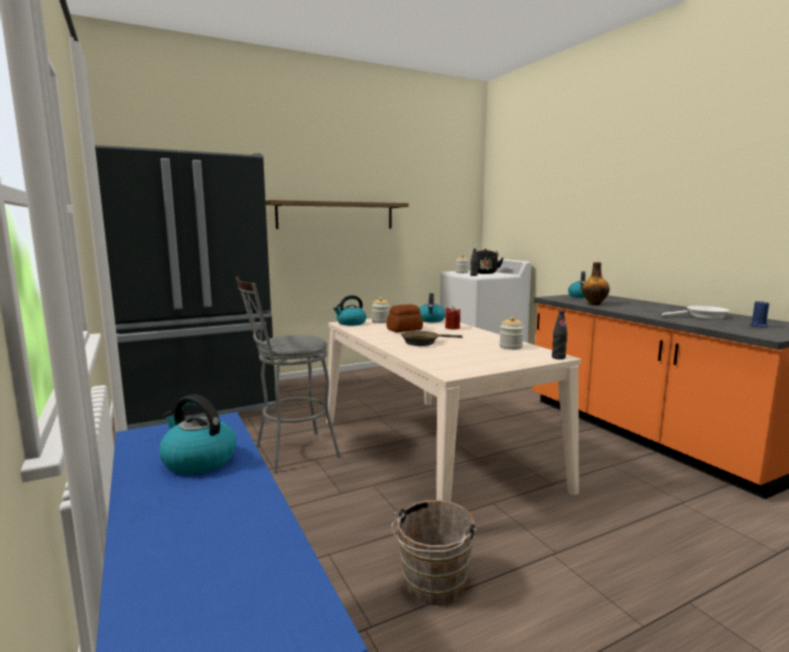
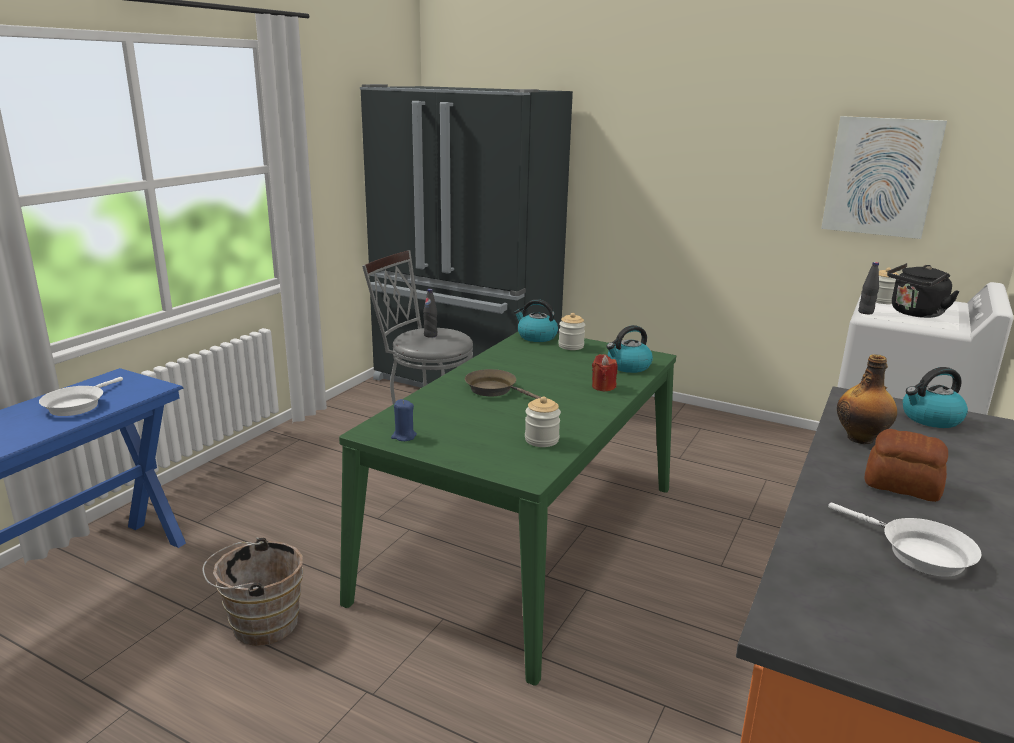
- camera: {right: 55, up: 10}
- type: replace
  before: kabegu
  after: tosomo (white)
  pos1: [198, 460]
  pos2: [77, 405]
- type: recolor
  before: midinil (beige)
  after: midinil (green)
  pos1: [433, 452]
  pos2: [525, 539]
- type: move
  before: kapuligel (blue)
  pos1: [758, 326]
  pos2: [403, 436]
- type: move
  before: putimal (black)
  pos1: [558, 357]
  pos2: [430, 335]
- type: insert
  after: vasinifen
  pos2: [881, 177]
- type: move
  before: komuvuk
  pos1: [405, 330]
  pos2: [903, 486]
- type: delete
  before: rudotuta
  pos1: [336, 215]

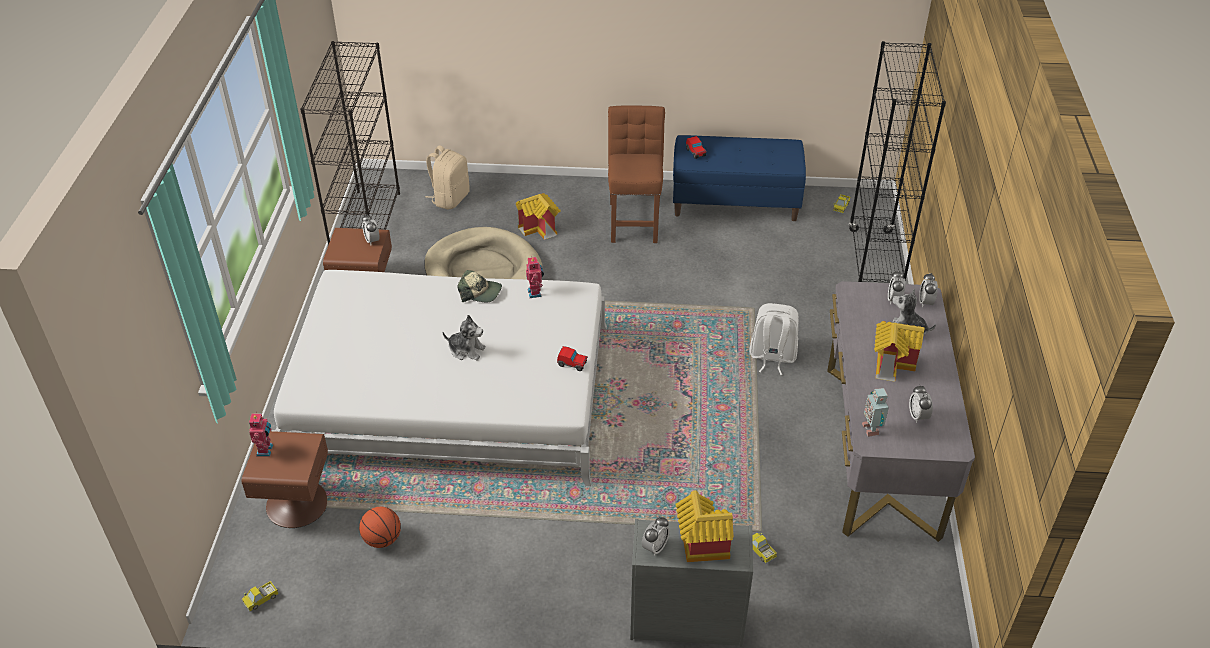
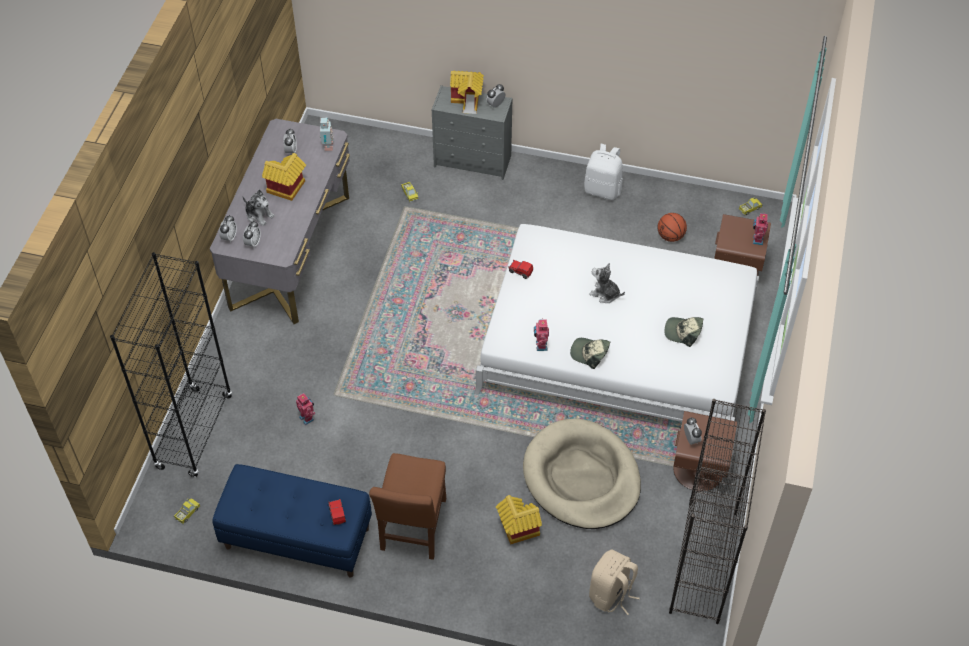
- camera: {right: -170, up: 10}
- type: insert
  after: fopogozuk
  pos2: [307, 418]
- type: move
  before: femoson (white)
  pos1: [772, 357]
  pos2: [603, 189]
- type: insert
  after: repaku
  pos2: [683, 332]

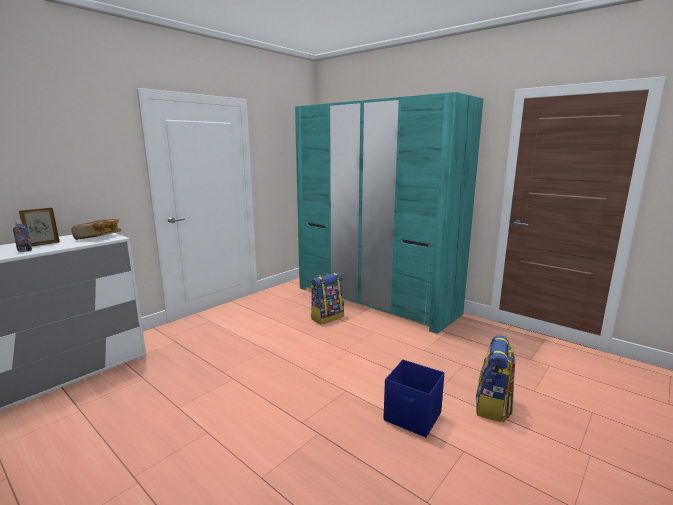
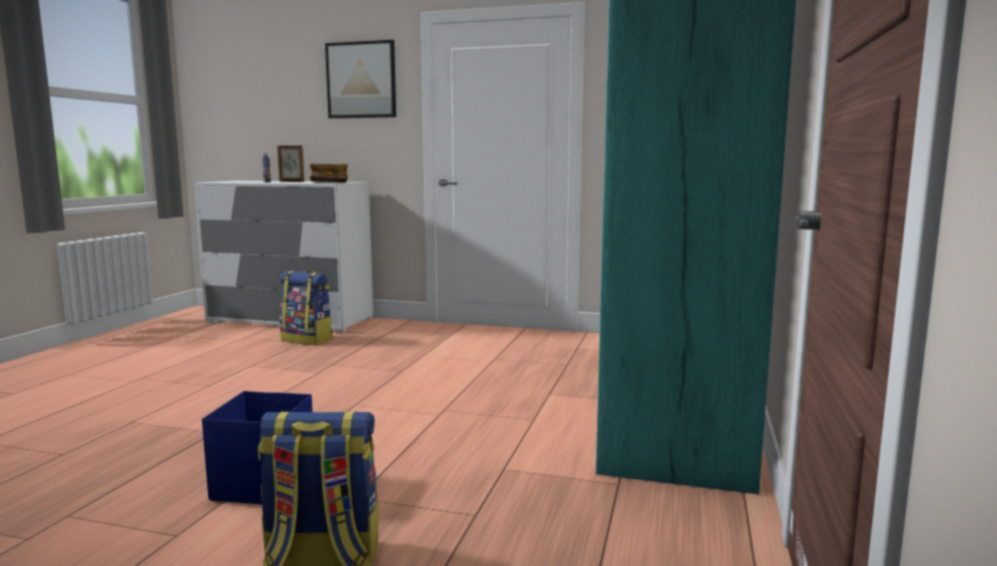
- camera: {right: 65, up: -5}
- type: move
  before: femoson
  pos1: [327, 317]
  pos2: [308, 340]
- type: insert
  after: vasinifen
  pos2: [361, 80]

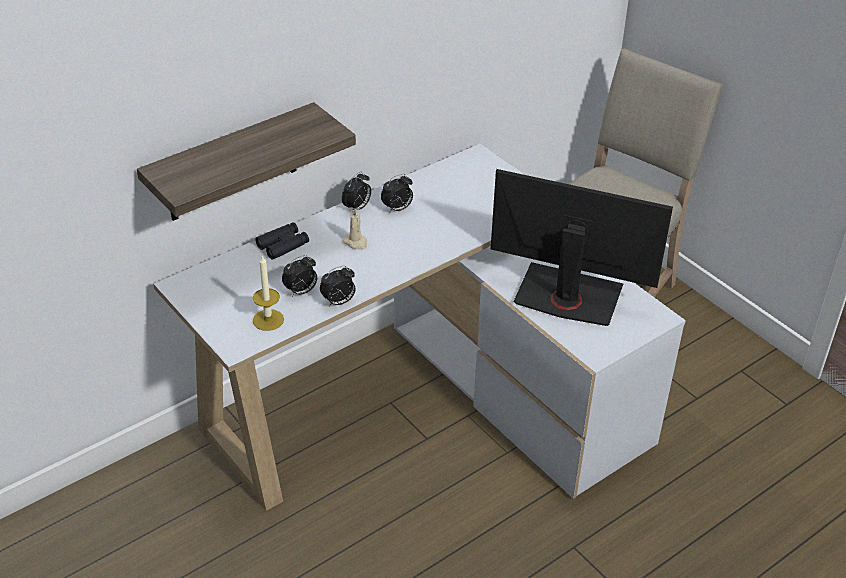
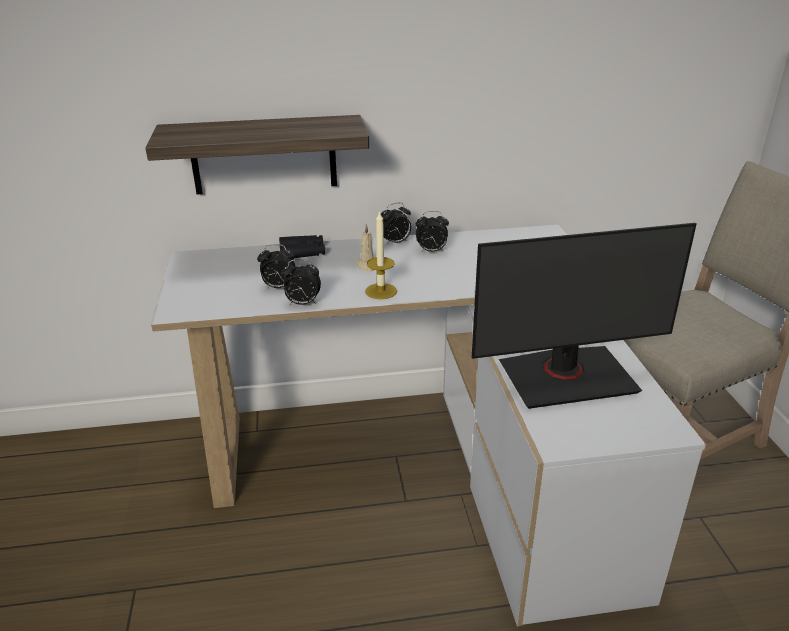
- camera: {right: 30, up: -10}
- type: move
  before: kapuligel
  pos1: [268, 320]
  pos2: [381, 291]
- type: rotate
  before: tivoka
  pos1: [567, 296]
  pos2: [566, 376]
  turn: 120

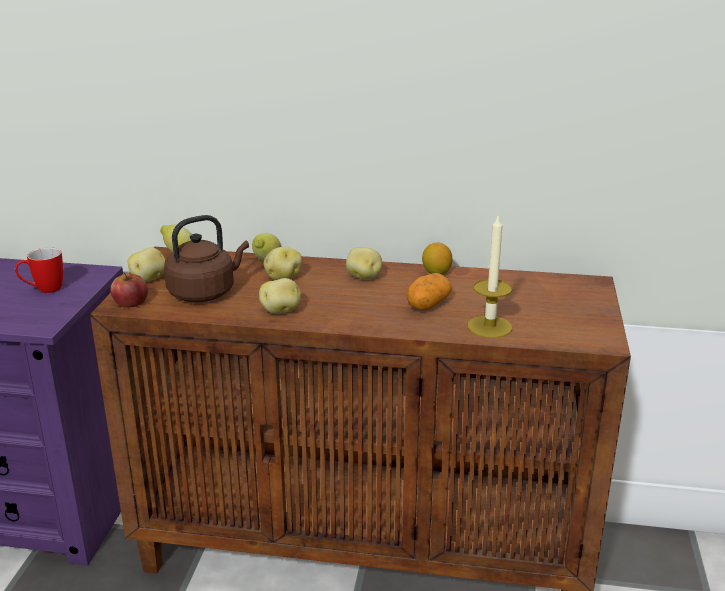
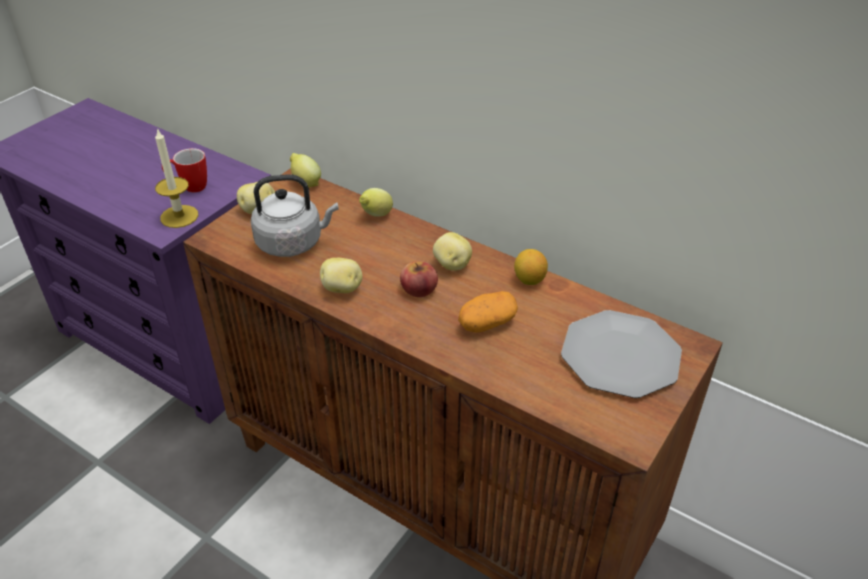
- camera: {right: 25, up: 15}
- type: move
  before: kapuligel
  pos1: [489, 327]
  pos2: [179, 216]
- type: recolor
  before: kabegu (brown)
  after: kabegu (grey)
  pos1: [205, 292]
  pos2: [293, 243]
- type: move
  before: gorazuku
  pos1: [130, 302]
  pos2: [419, 289]
- type: insert
  after: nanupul
  pos2: [620, 355]
- type: delete
  before: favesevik
  pos1: [282, 277]

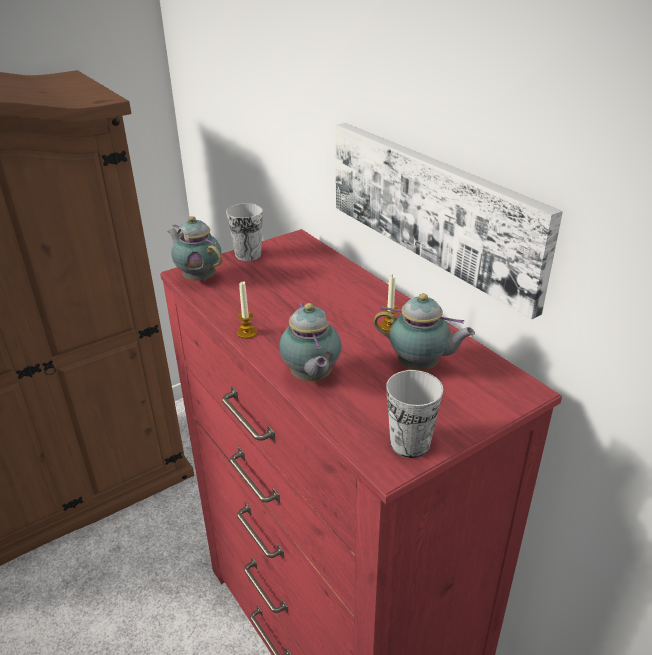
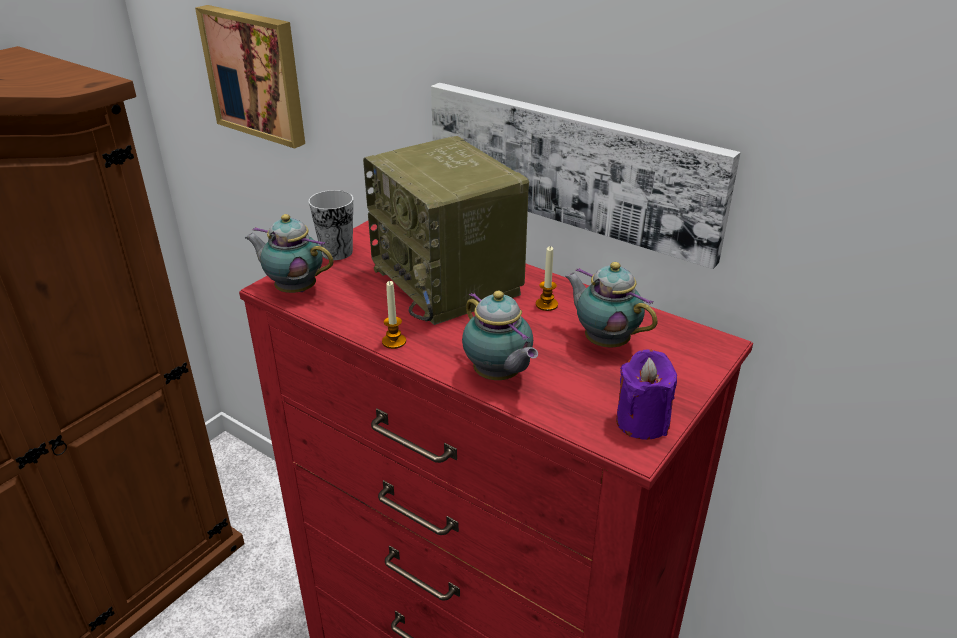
- camera: {right: -20, up: 0}
- type: insert
  after: vasinifen
  pos2: [256, 74]
- type: insert
  after: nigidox
  pos2: [449, 282]
- type: rotate
  before: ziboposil
  pos1: [420, 366]
  pos2: [604, 341]
  turn: -135
- type: replace
  before: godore
  after: kapuligel (purple)
  pos1: [410, 443]
  pos2: [642, 422]

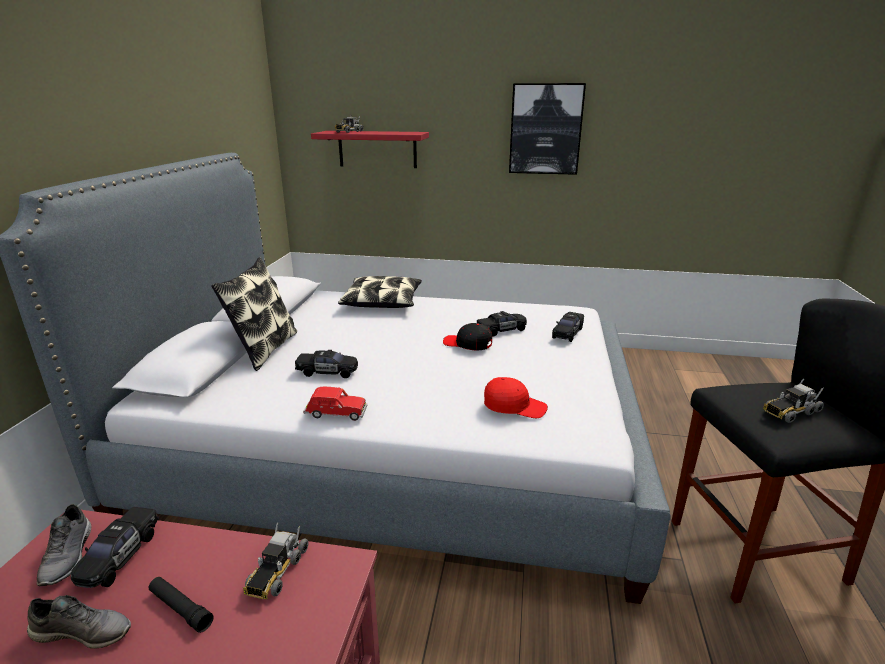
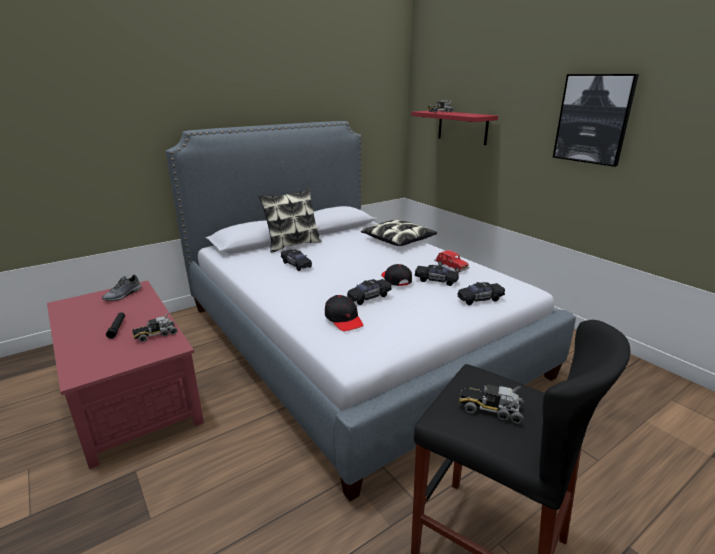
- camera: {right: 45, up: 0}
- type: recolor
  before: repaku (red)
  after: repaku (black)
  pos1: [514, 406]
  pos2: [344, 319]
- type: move
  before: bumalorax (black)
  pos1: [119, 556]
  pos2: [369, 297]
- type: move
  before: bumalorax (red)
  pos1: [336, 414]
  pos2: [451, 267]
- type: delete
  before: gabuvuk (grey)
  pos1: [84, 631]

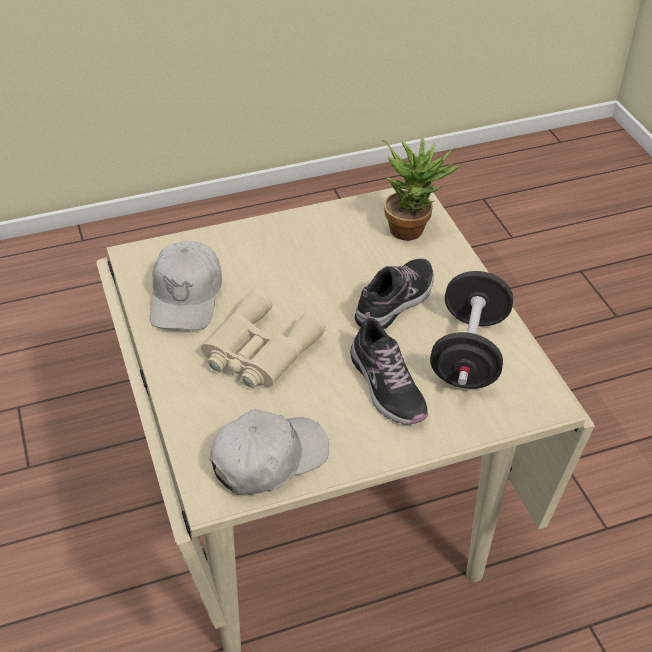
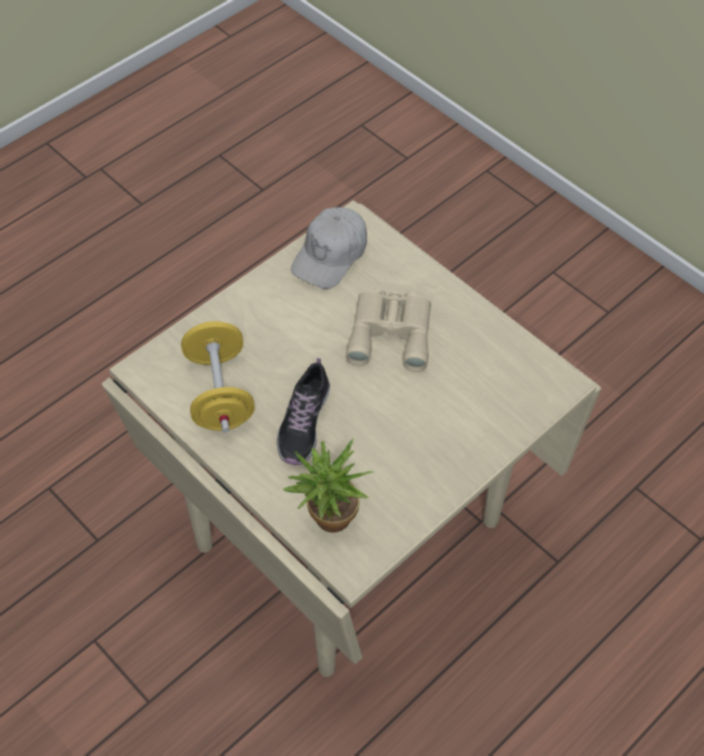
- camera: {right: 155, up: 10}
- type: recolor
  before: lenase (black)
  after: lenase (yellow)
  pos1: [469, 353]
  pos2: [219, 393]
- type: delete
  before: repaku (white)
  pos1: [186, 297]
- type: delete
  before: gabuvuk
  pos1: [386, 386]

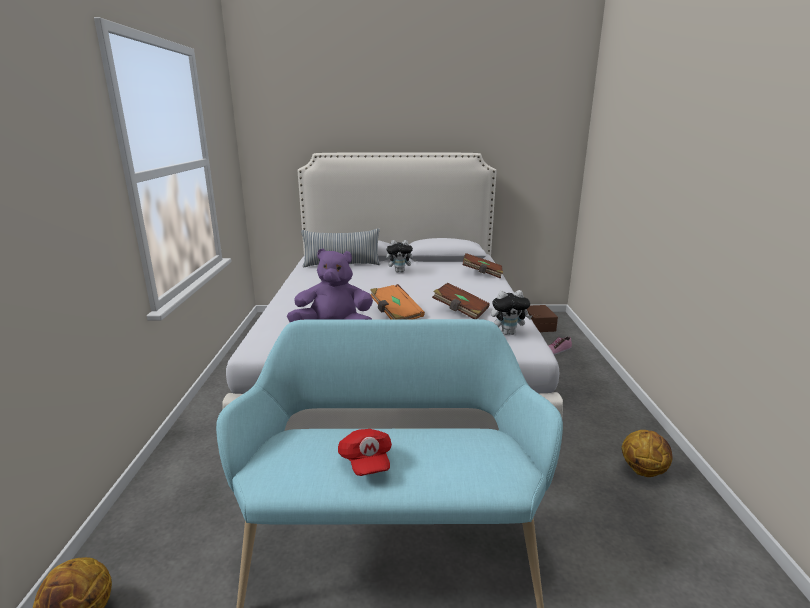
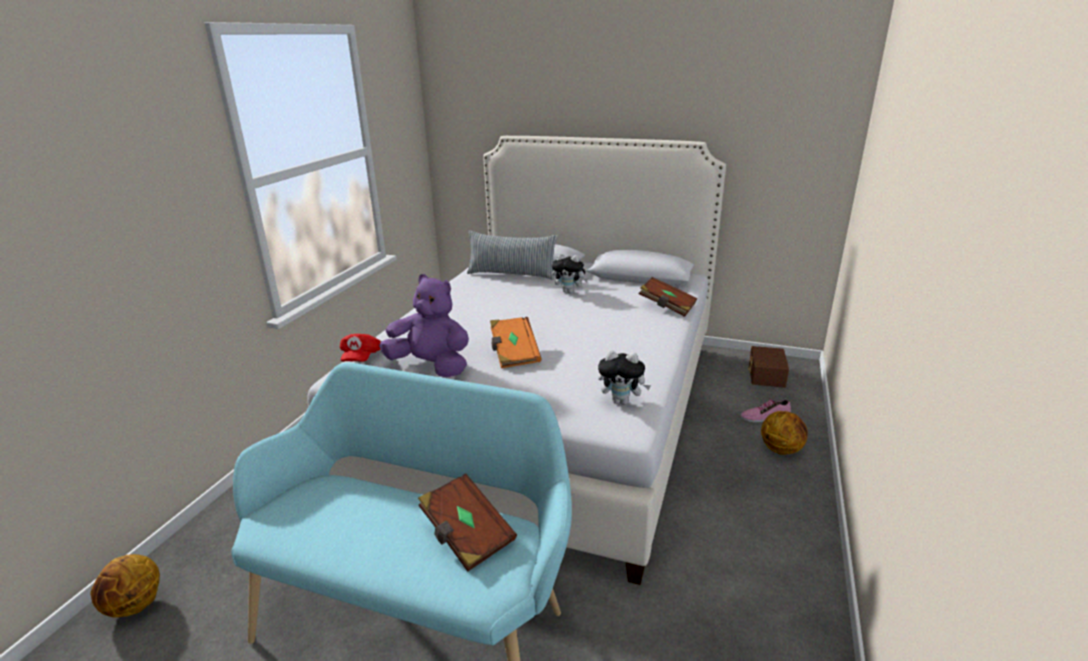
- camera: {right: 20, up: 5}
- type: move
  before: repaku (red)
  pos1: [366, 462]
  pos2: [361, 358]
- type: move
  before: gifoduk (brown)
  pos1: [460, 311]
  pos2: [466, 535]
- type: move
  before: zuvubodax
  pos1: [643, 470]
  pos2: [781, 449]

